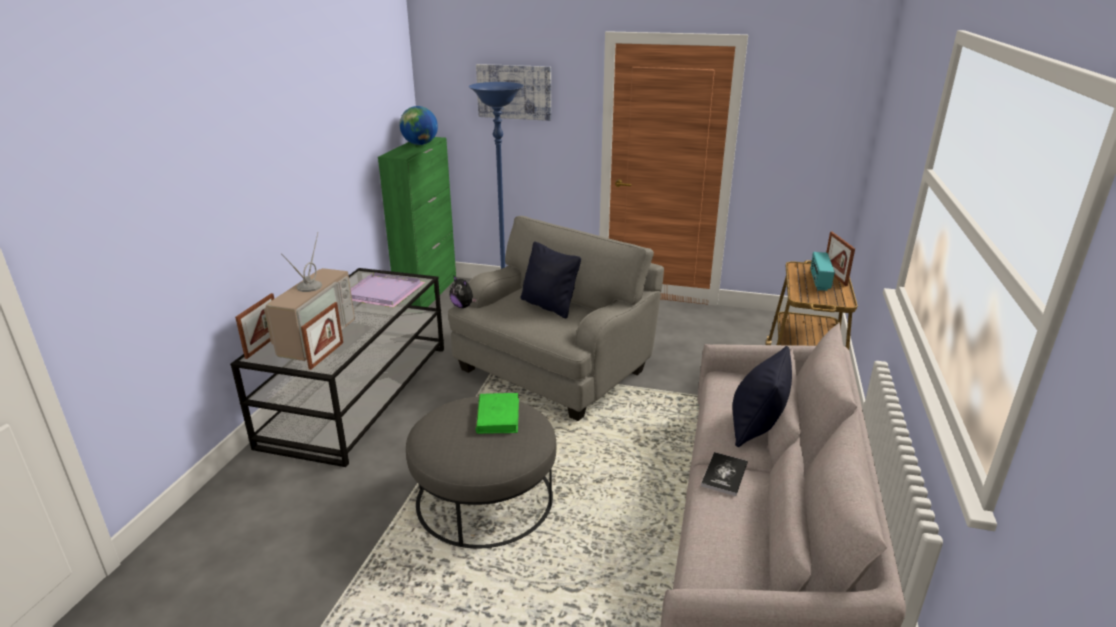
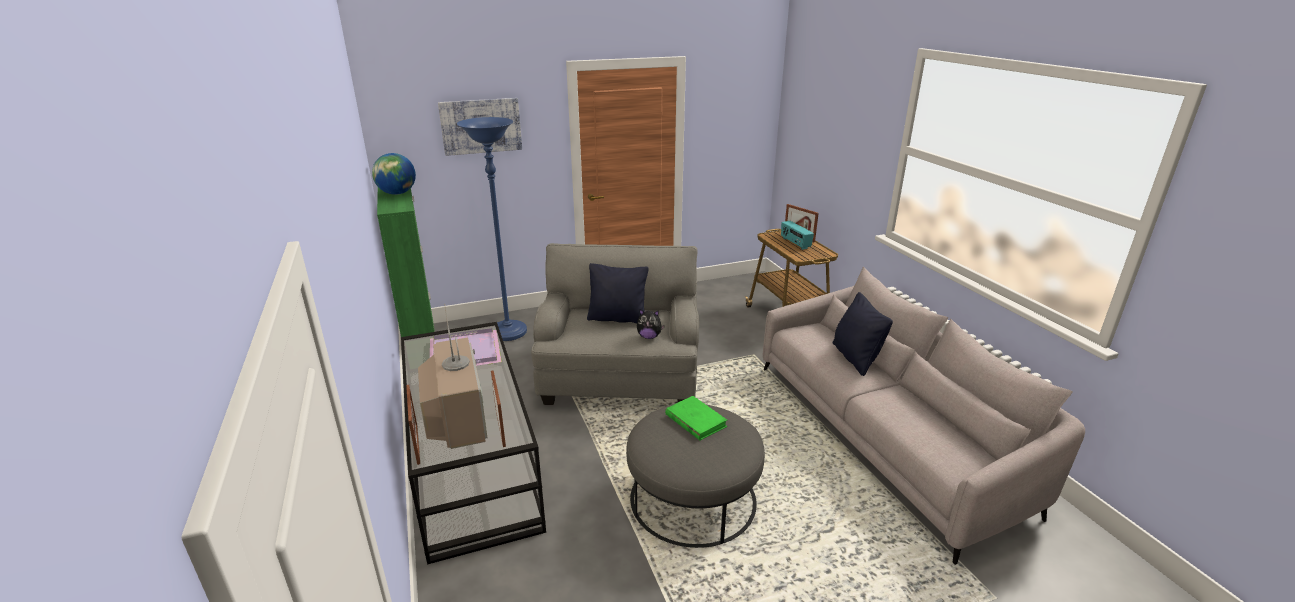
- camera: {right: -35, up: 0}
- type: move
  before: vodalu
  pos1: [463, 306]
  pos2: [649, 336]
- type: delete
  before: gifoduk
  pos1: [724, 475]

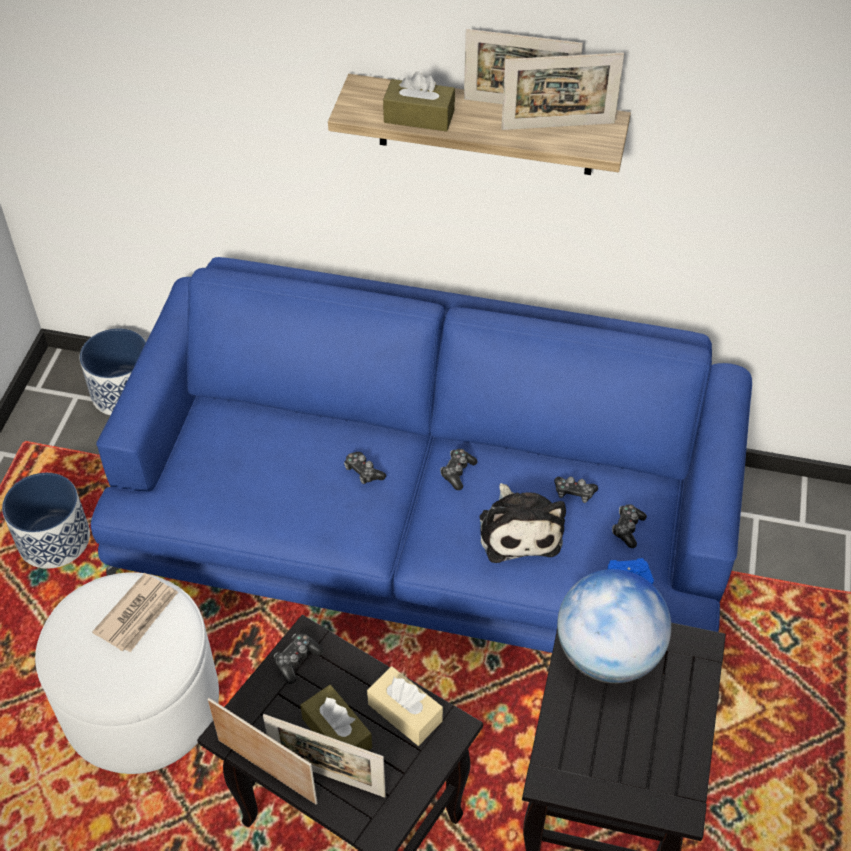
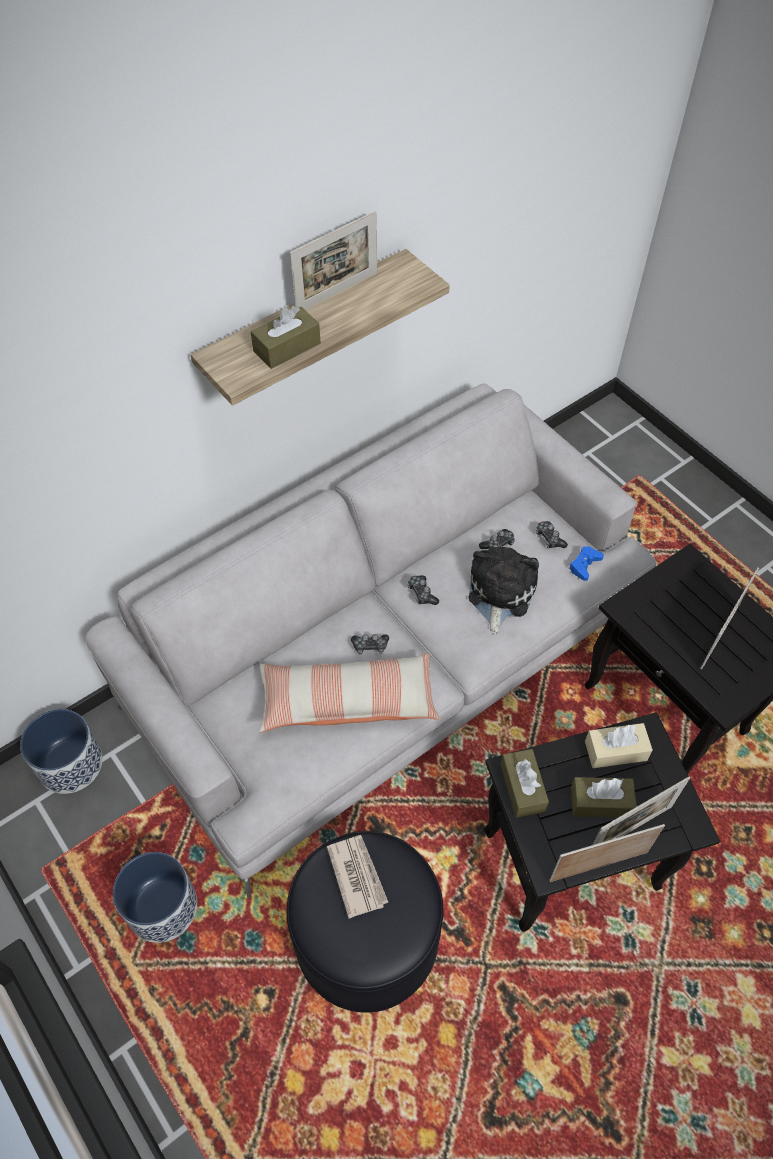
- camera: {right: -50, up: 5}
- type: recolor
  before: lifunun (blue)
  after: lifunun (grey)
  pos1: [426, 529]
  pos2: [387, 657]
- type: insert
  after: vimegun
  pos2: [347, 701]
- type: recolor
  before: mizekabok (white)
  after: mizekabok (black)
  pos1: [141, 702]
  pos2: [367, 937]
- type: rotate
  before: vodalu
  pos1: [519, 529]
  pos2: [499, 593]
  turn: -105
- type: replace
  before: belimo
  after: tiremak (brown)
  pos1: [297, 660]
  pos2: [522, 788]
- type: move
  before: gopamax
  pos1: [558, 126]
  pos2: [720, 636]
- type: delete
  before: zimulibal
  pos1: [608, 654]

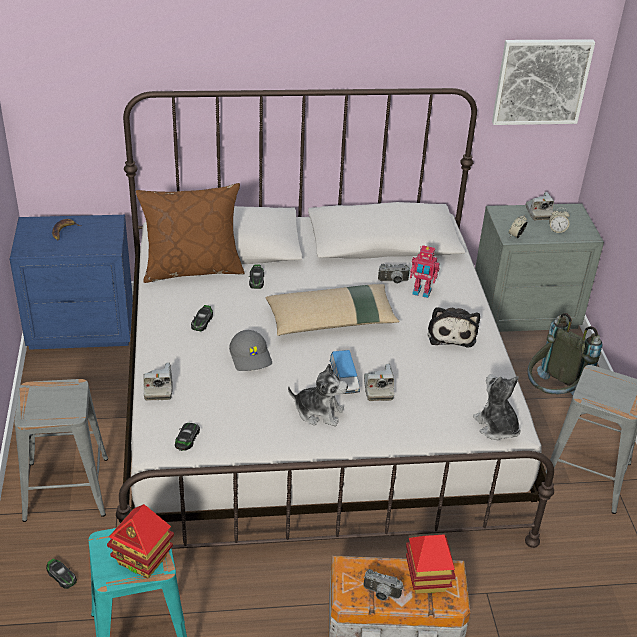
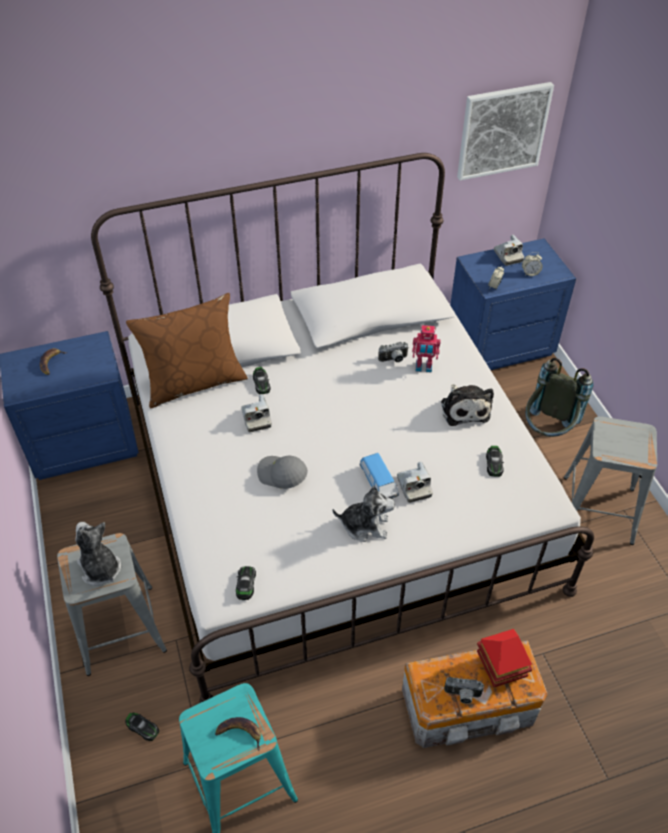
- camera: {right: -10, up: 10}
- type: move
  before: vodalu
  pos1: [496, 427]
  pos2: [100, 568]
- type: replace
  before: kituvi
  after: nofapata
  pos1: [143, 559]
  pos2: [240, 733]
- type: move
  before: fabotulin
  pos1: [158, 388]
  pos2: [256, 419]
- type: rotate
  before: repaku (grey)
  pos1: [251, 357]
  pos2: [281, 475]
  turn: 150
- type: recolor
  before: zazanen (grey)
  after: zazanen (blue)
  pos1: [524, 310]
  pos2: [499, 344]
- type: move
  before: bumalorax
  pos1: [202, 321]
  pos2: [494, 463]
- type: delete
  before: vimegun (beige)
  pos1: [331, 320]

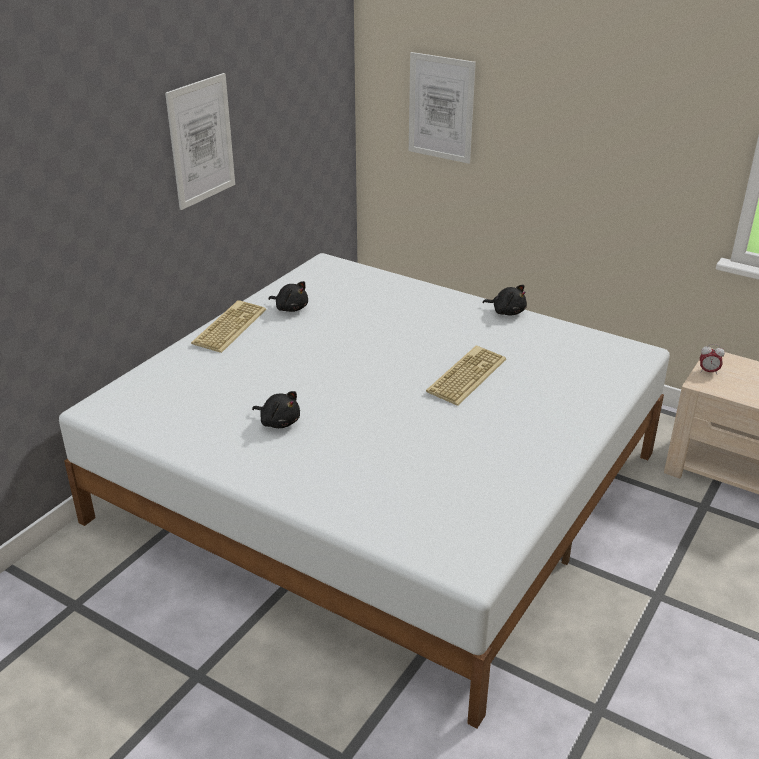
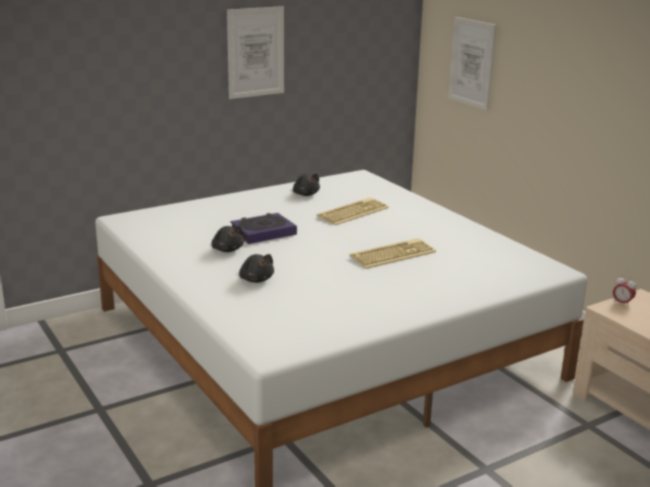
- camera: {right: 25, up: -10}
- type: insert
  after: gifoduk
  pos2: [263, 232]
- type: move
  before: vodalu (black)
  pos1: [507, 312]
  pos2: [256, 279]
- type: move
  before: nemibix
  pos1: [229, 326]
  pos2: [352, 212]

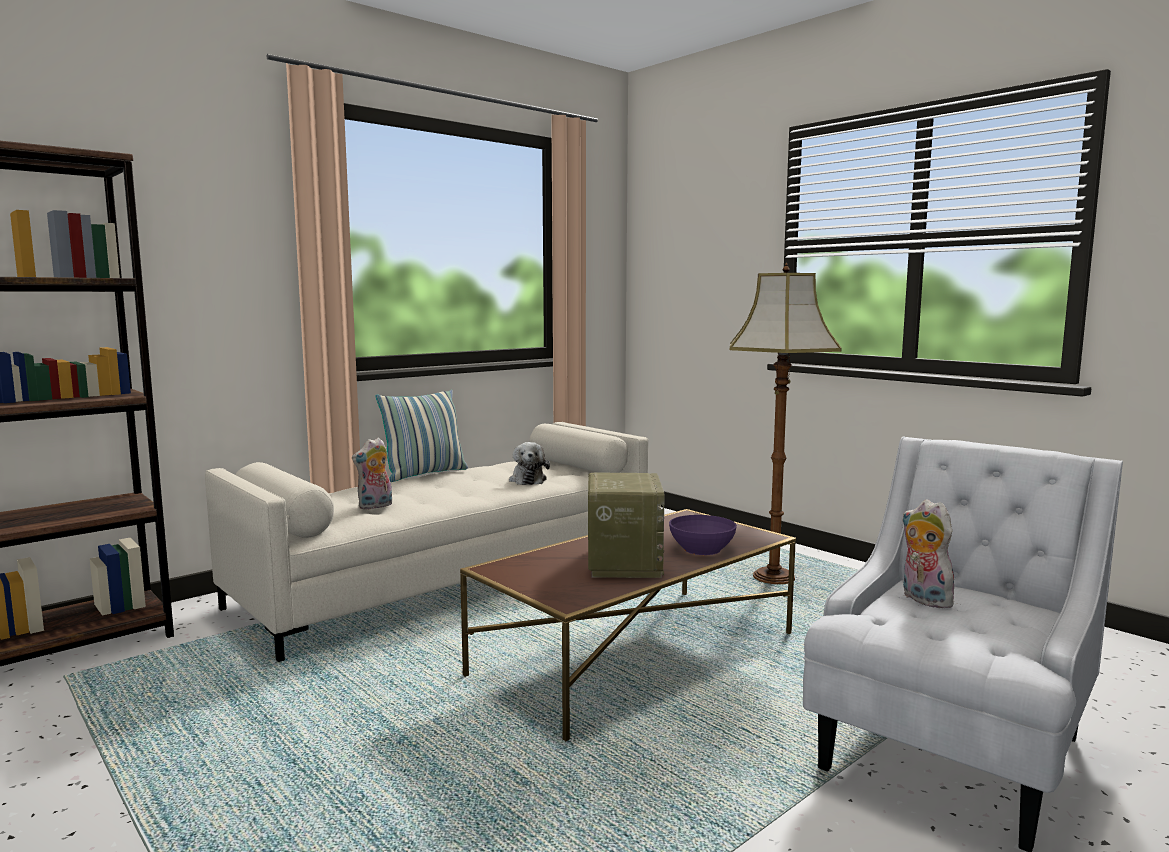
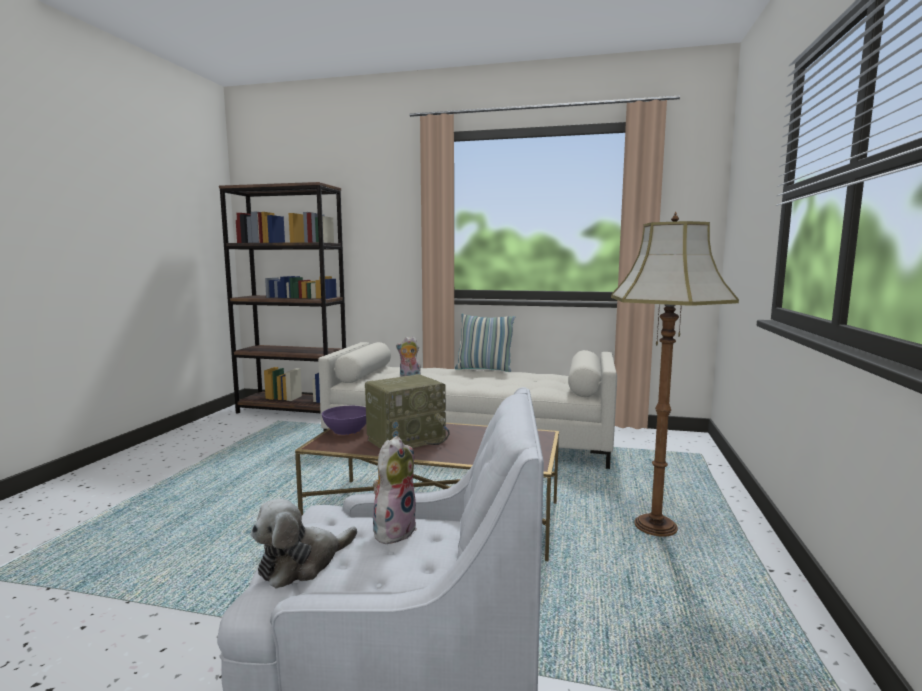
- camera: {right: 55, up: 0}
- type: move
  before: vodalu
  pos1: [528, 480]
  pos2: [302, 563]
- type: move
  before: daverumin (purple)
  pos1: [701, 549]
  pos2: [347, 430]

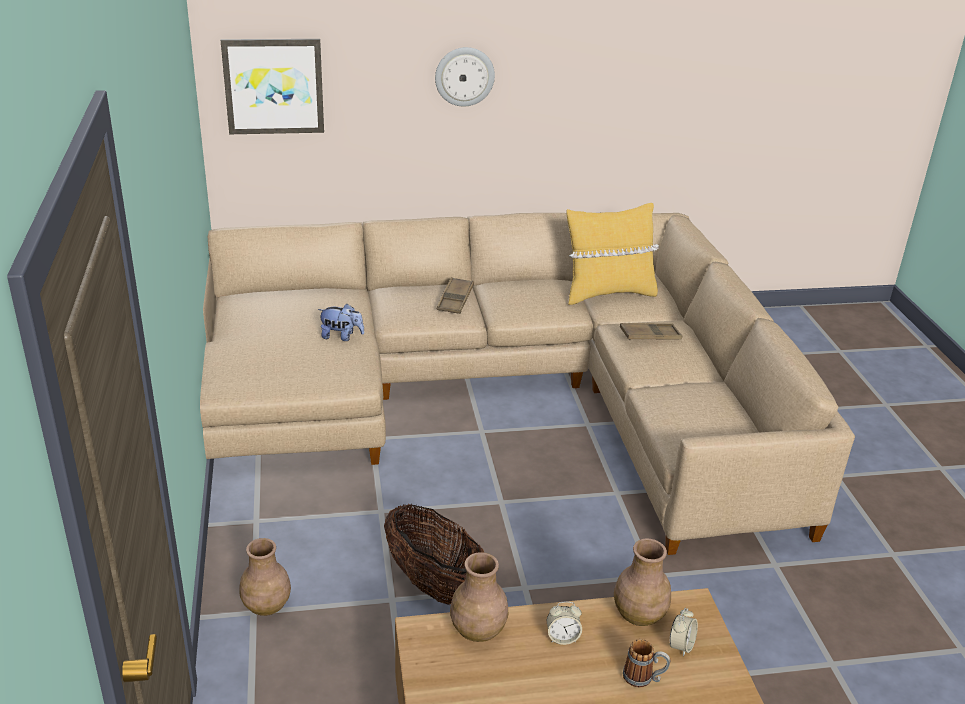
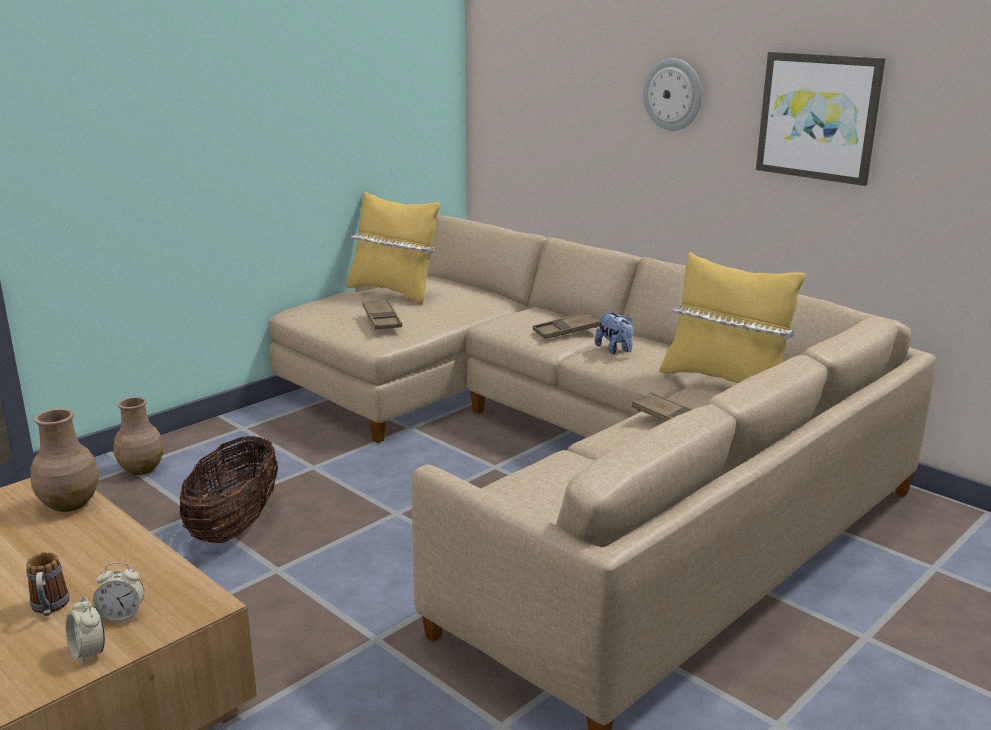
- camera: {right: 55, up: -10}
- type: move
  before: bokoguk
  pos1: [562, 637]
  pos2: [88, 652]
- type: insert
  after: vimegun (yellow)
  pos2: [393, 292]
- type: insert
  after: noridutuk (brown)
  pos2: [382, 319]
- type: move
  before: vodalu
  pos1: [341, 336]
  pos2: [615, 350]
- type: move
  before: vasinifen
  pos1: [274, 86]
  pos2: [818, 117]
- type: delete
  before: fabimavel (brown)
  pos1: [640, 615]

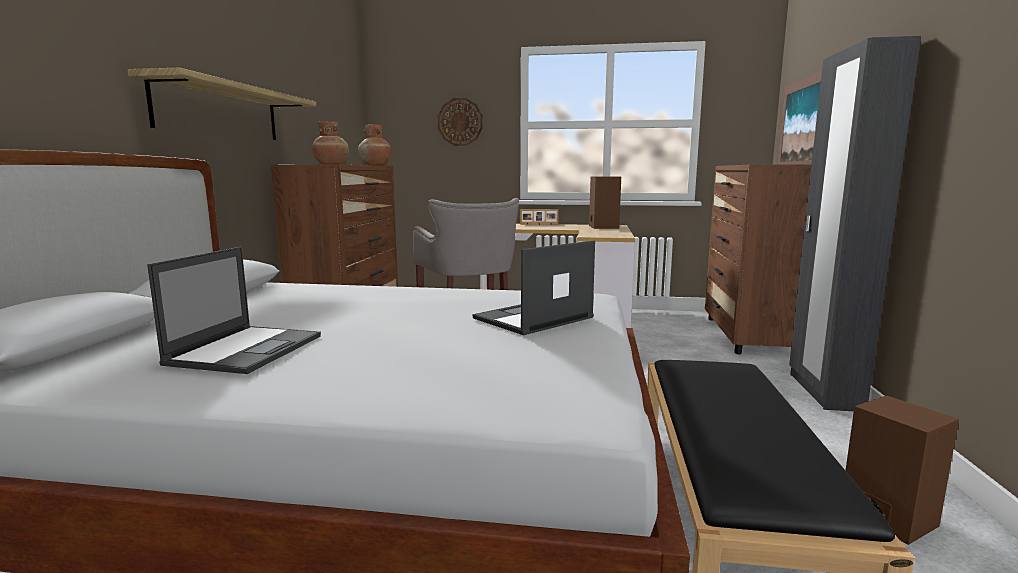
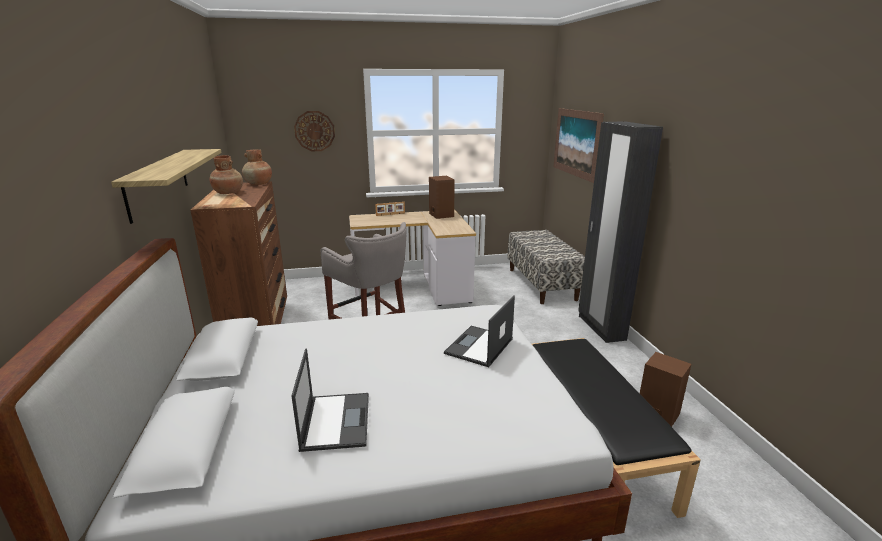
- camera: {right: -20, up: 10}
- type: replace
  before: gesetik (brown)
  after: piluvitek
  pos1: [747, 336]
  pos2: [542, 284]

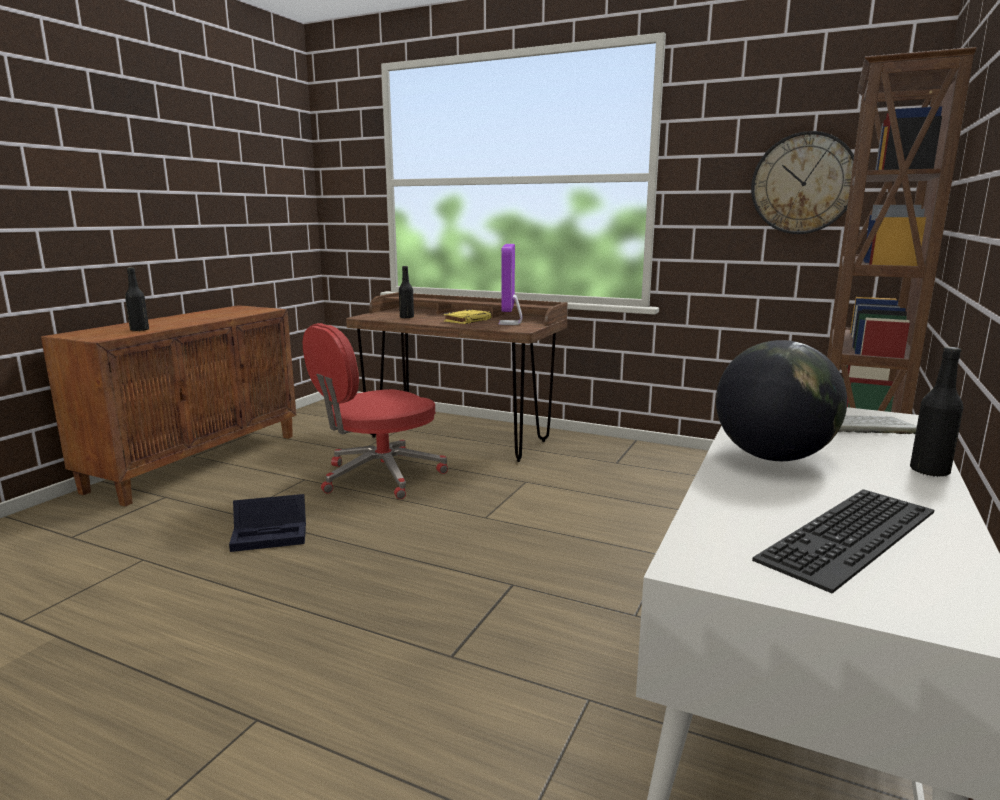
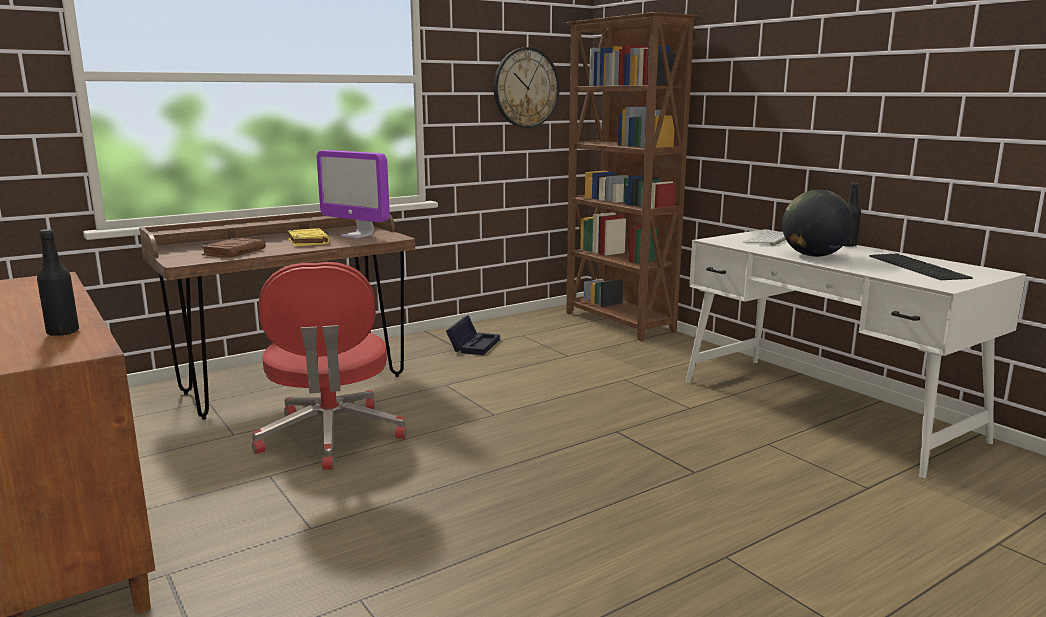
- camera: {right: -60, up: 0}
- type: replace
  before: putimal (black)
  after: gifoduk (brown)
  pos1: [407, 317]
  pos2: [234, 252]
- type: move
  before: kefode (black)
  pos1: [272, 534]
  pos2: [473, 345]

